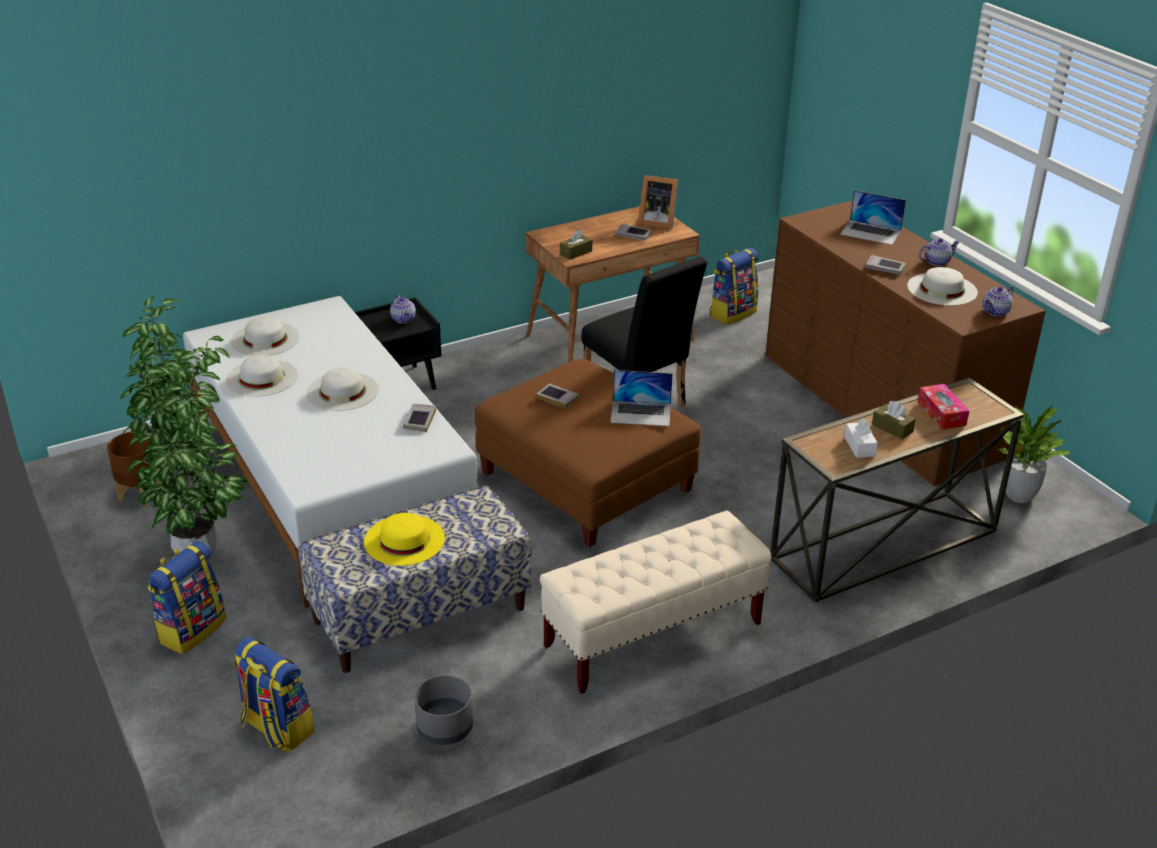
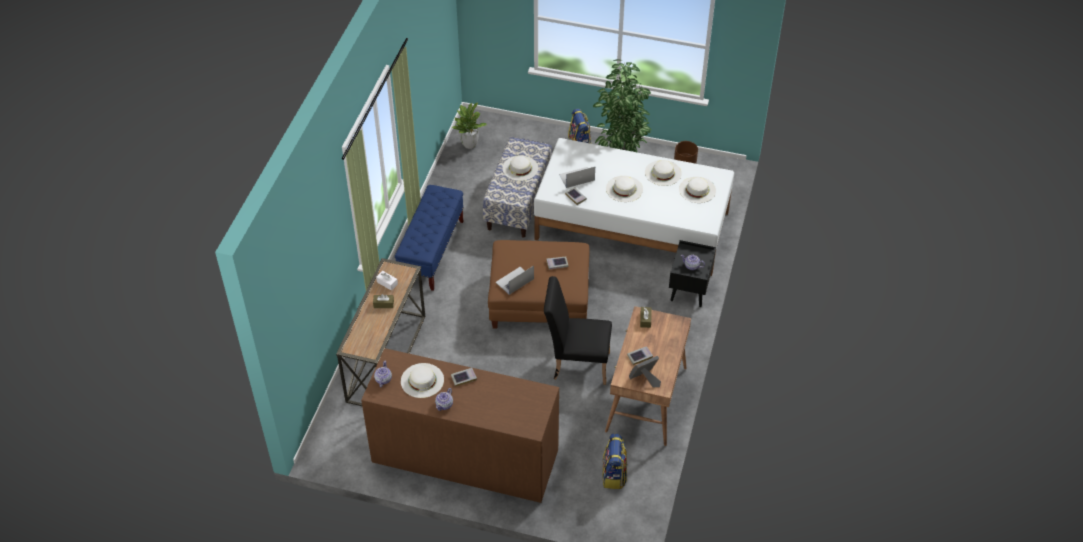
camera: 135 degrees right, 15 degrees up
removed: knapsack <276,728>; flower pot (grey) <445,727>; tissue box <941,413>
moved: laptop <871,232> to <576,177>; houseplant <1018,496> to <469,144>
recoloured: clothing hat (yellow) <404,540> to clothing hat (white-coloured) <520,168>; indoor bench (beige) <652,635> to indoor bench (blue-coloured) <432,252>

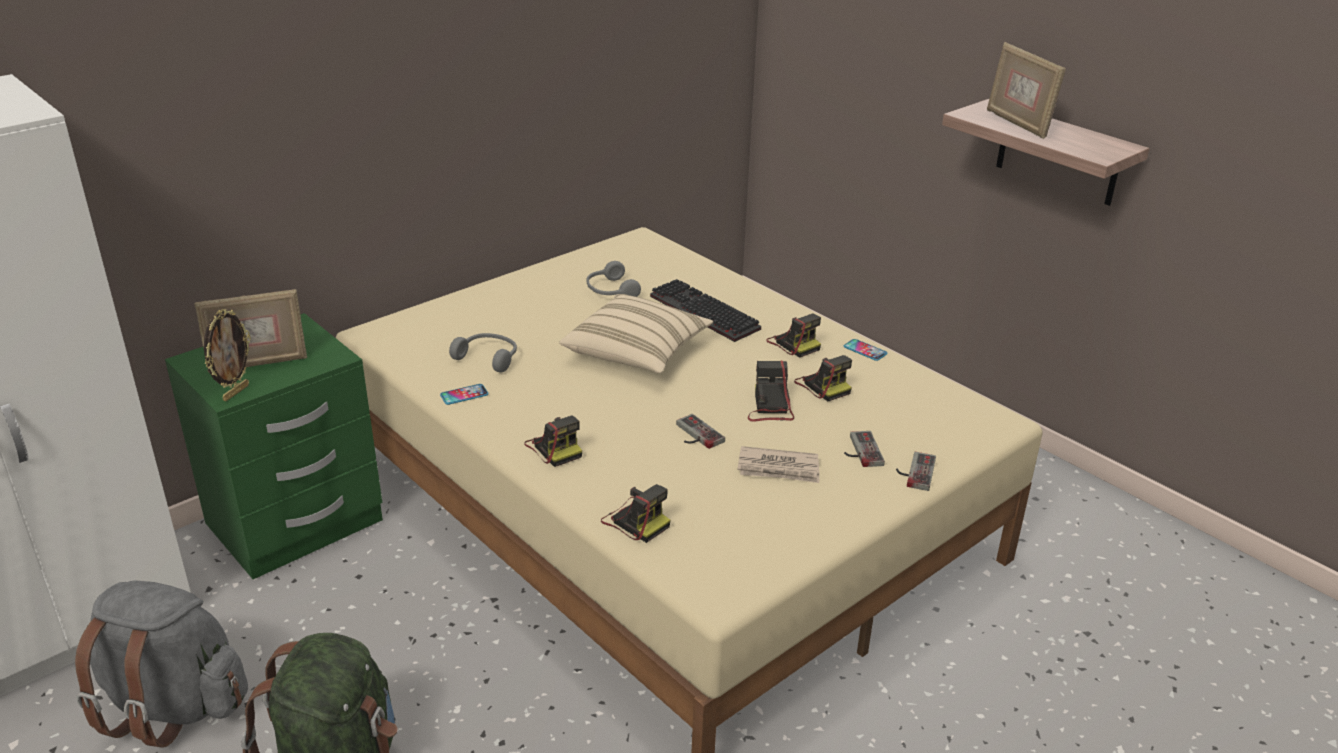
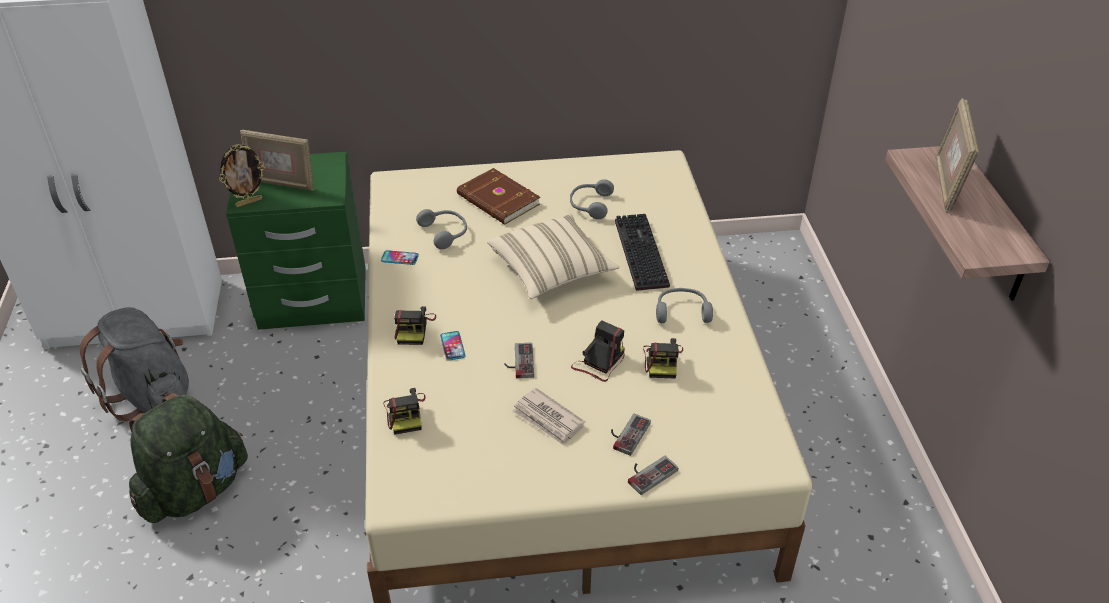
camera: 35 degrees right, 10 degrees up
added: book (brown-coloured) <497,200>
moved: handset <865,350> to <452,346>
replaced: photo camera <793,343> to headset (grey) <682,311>

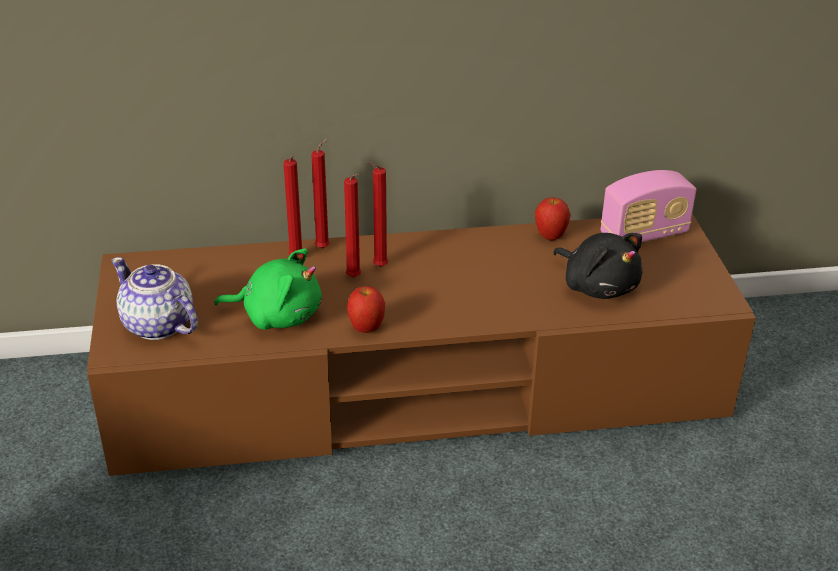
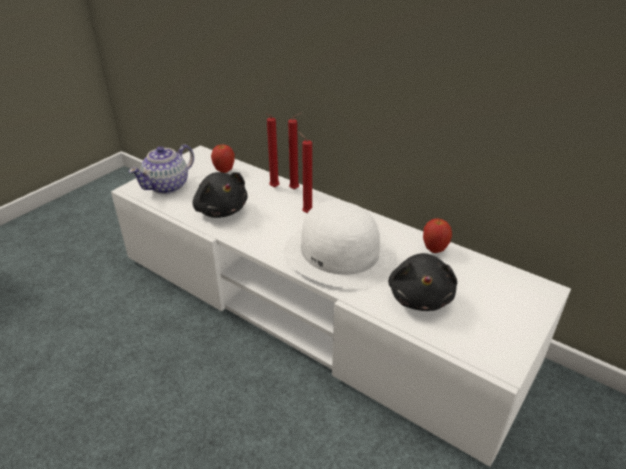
camera: 45 degrees right, 0 degrees up
removed: candle (red) <355,278>; radio <644,234>
added: clothing hat (white-coloured) <340,253>
moved: apple fruit <366,329> to <224,171>
recoloured: tv unit (brown-coloured) <417,389> to tv unit (white-coloured) <313,307>; plush toy (greenish) <278,315> to plush toy (blackish) <221,210>
turned: pot for tea <158,325> = <168,186> 135 degrees counterclockwise

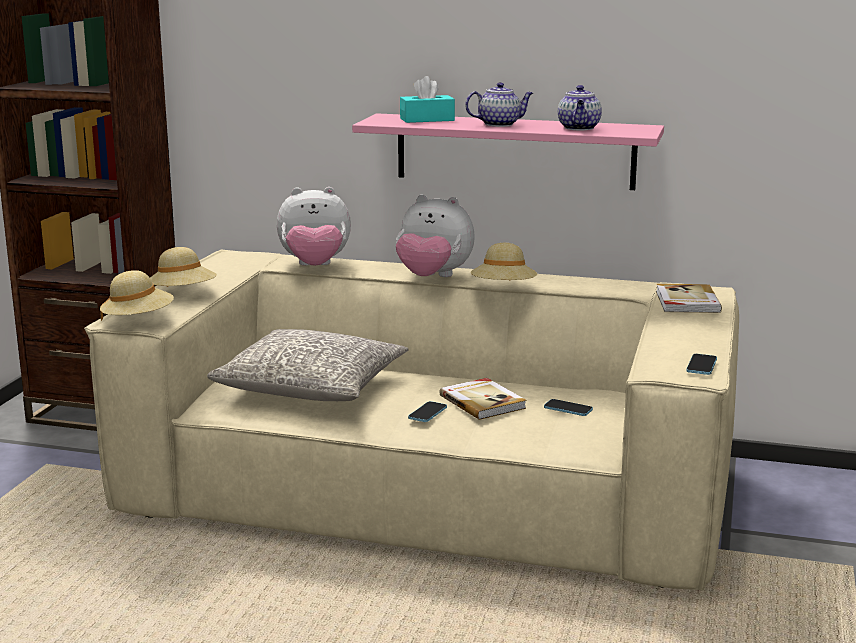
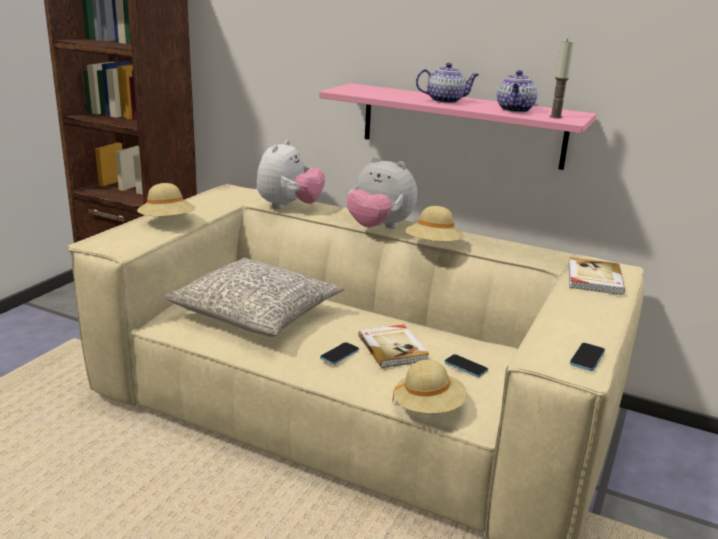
camera: 10 degrees right, 5 degrees up
removed: tissue box (turquoise) <427,119>
added: candle <555,117>
moved: clothing hat (beige) <138,320> to <428,408>
turned: plush toy <315,266> = <289,207> 75 degrees counterclockwise

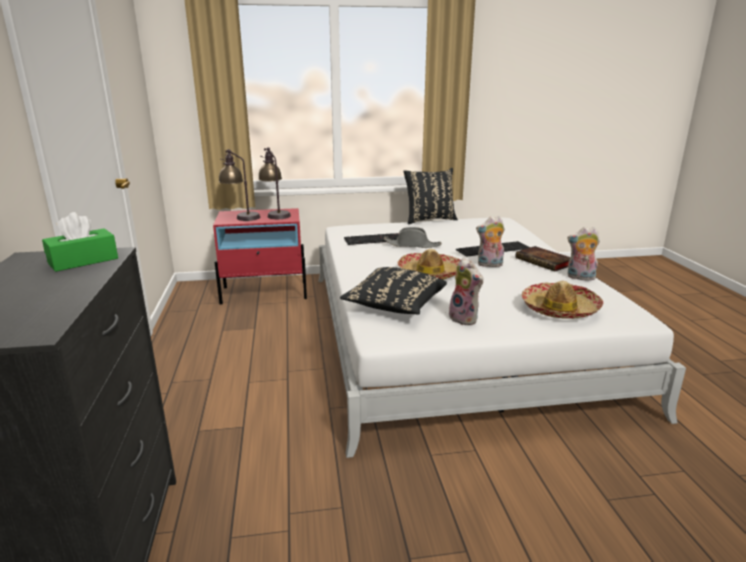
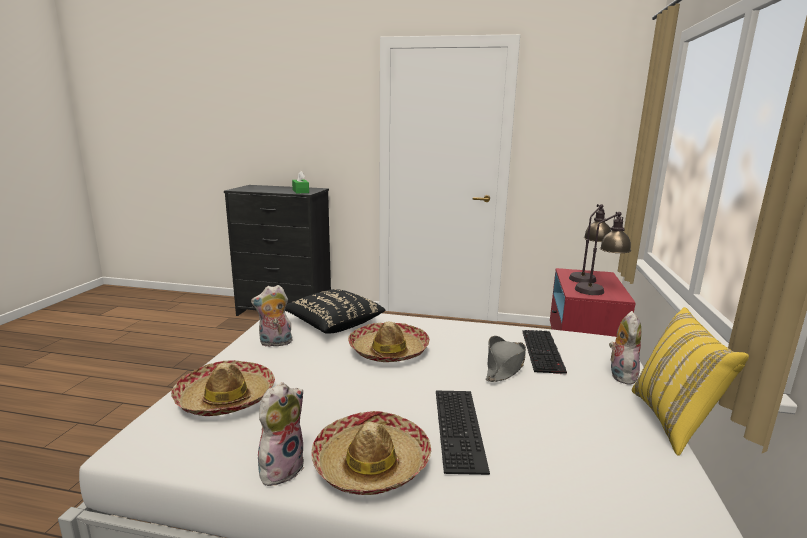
camera: 110 degrees right, 5 degrees down
moved: plush toy <489,265> to <620,375>
replaced: book <545,262> to clothing hat <371,463>
recoloured: pillow (blackish) <429,219> to pillow (yellow) <673,421>

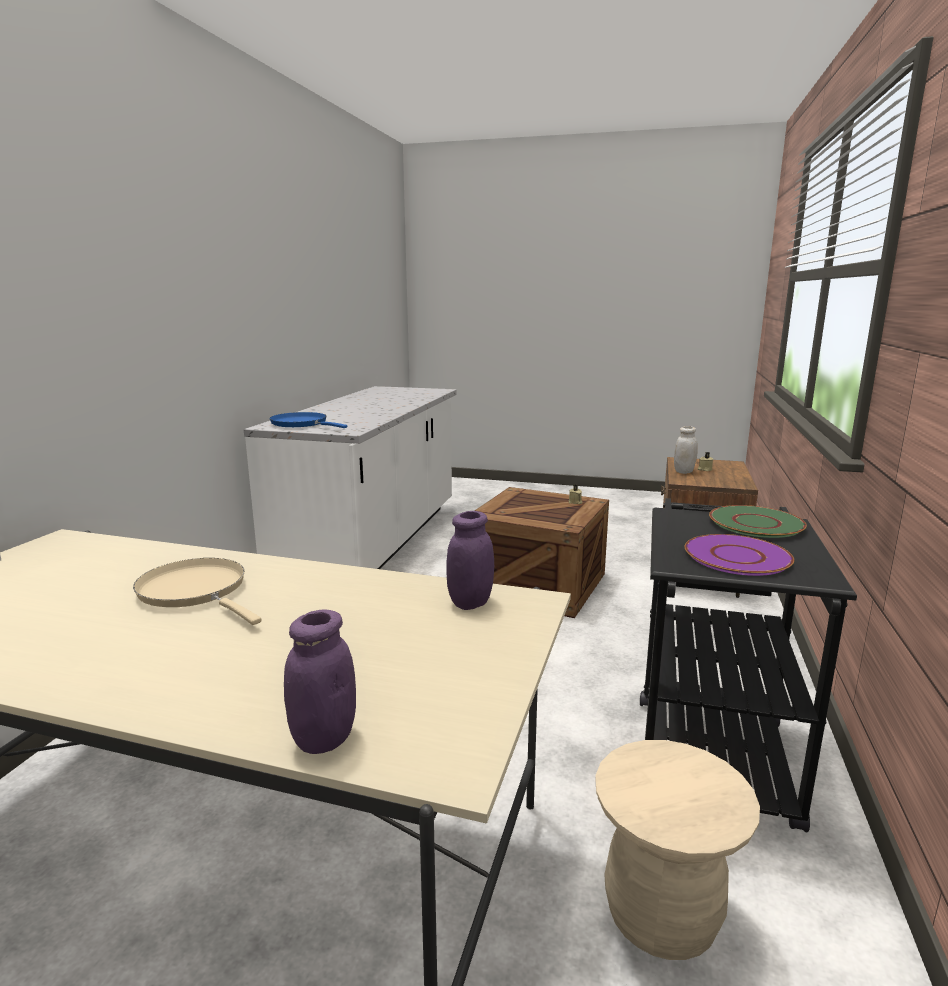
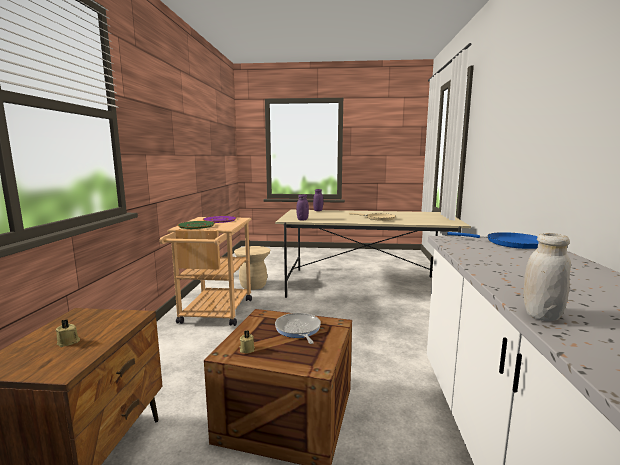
camera: 170 degrees right, 5 degrees down
added: pan <298,330>
moved: storage jar (white-coloured) <684,472> to <541,315>
recoloured: trolley (blackish) <710,746> to trolley (beige) <214,314>

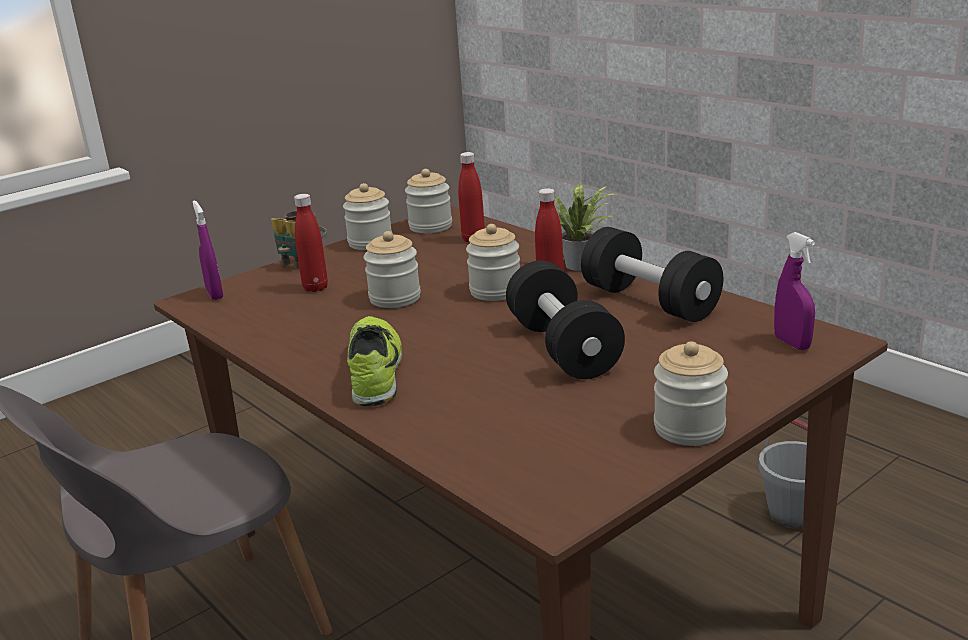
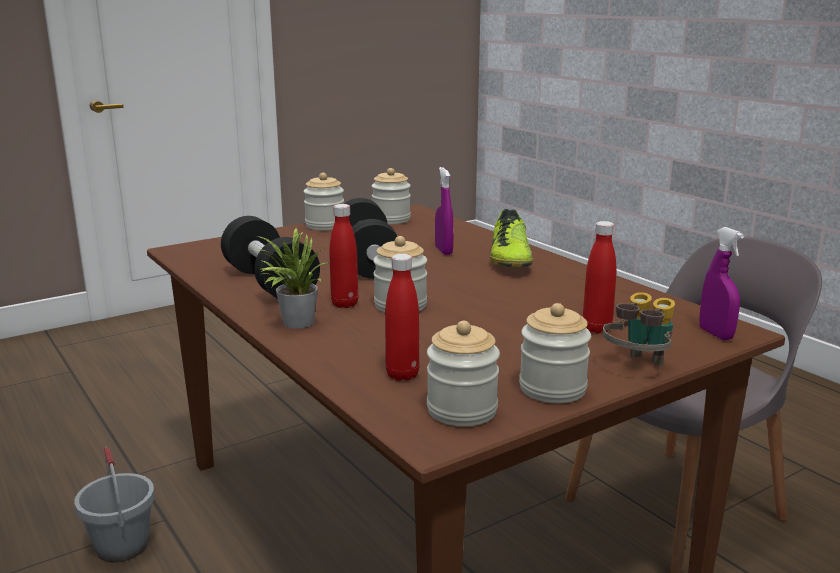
camera: 175 degrees left, 5 degrees down
moved: storage jar <395,298> to <391,219>; spray bottle (purple) <792,343> to <443,251>

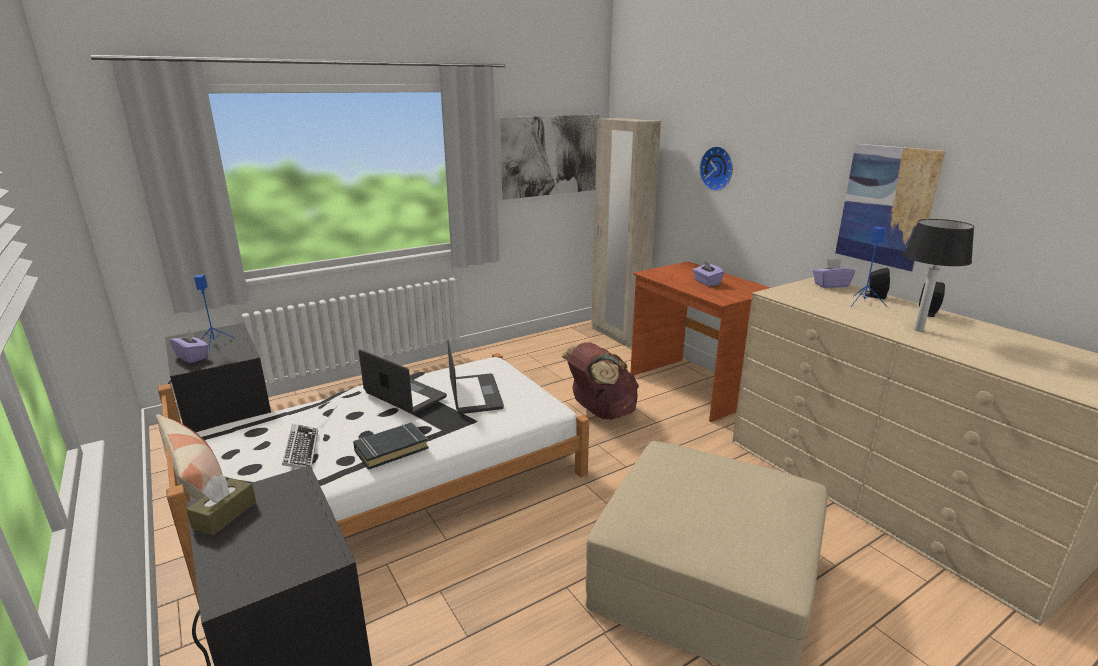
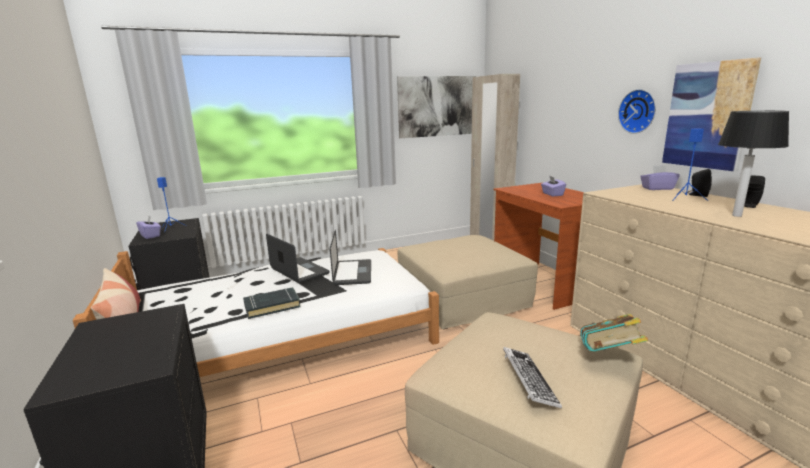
camera: 10 degrees right, 5 degrees down
removed: tissue box (brown-coloured) <224,515>
added: book <609,356>
moved: keyboard <301,450> to <528,380>; wall clock <718,168> to <638,111>
replaced: knapsack (brown-coloured) <600,412> to footrest (beige) <462,298>

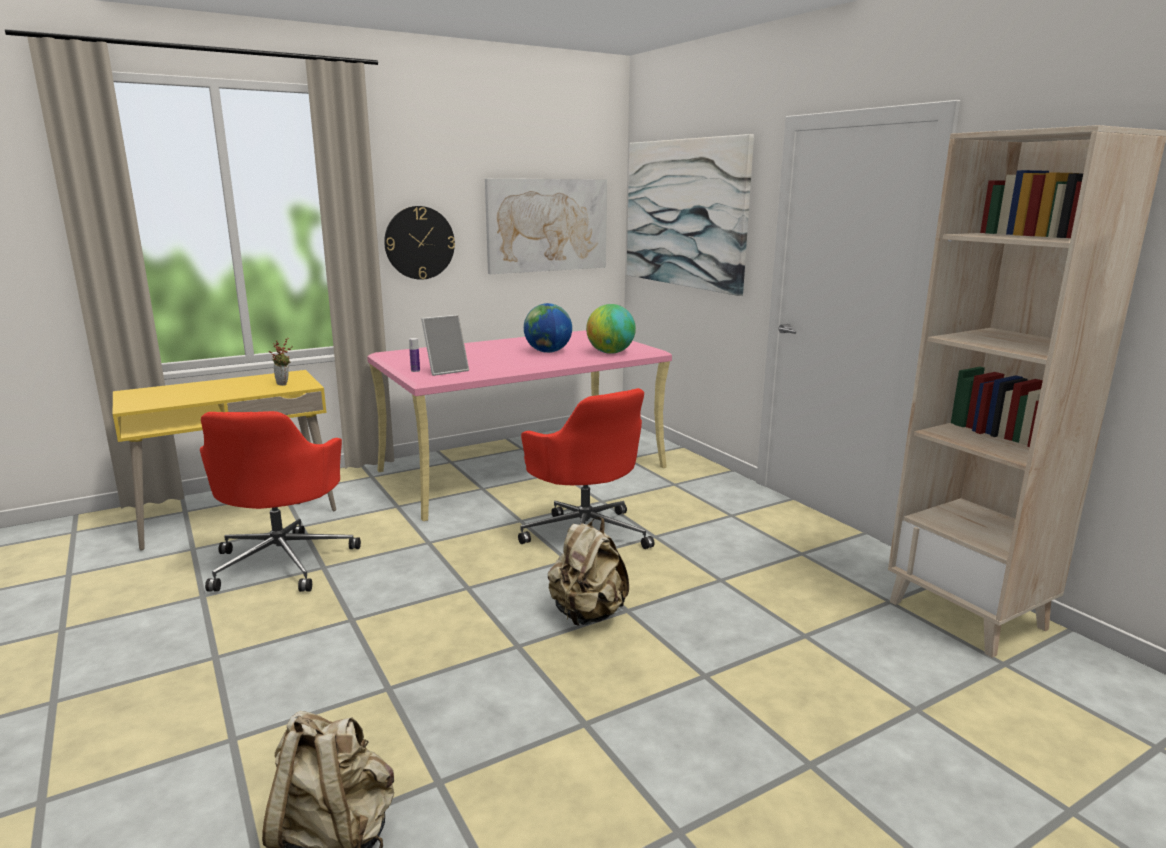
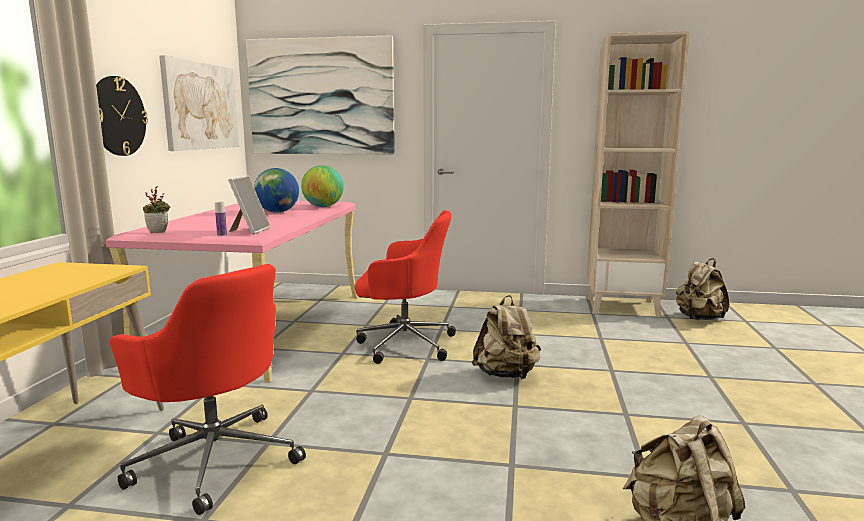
camera: 50 degrees left, 5 degrees down
added: knapsack (beige) <699,319>
moved: houseplant <284,384> to <159,232>

